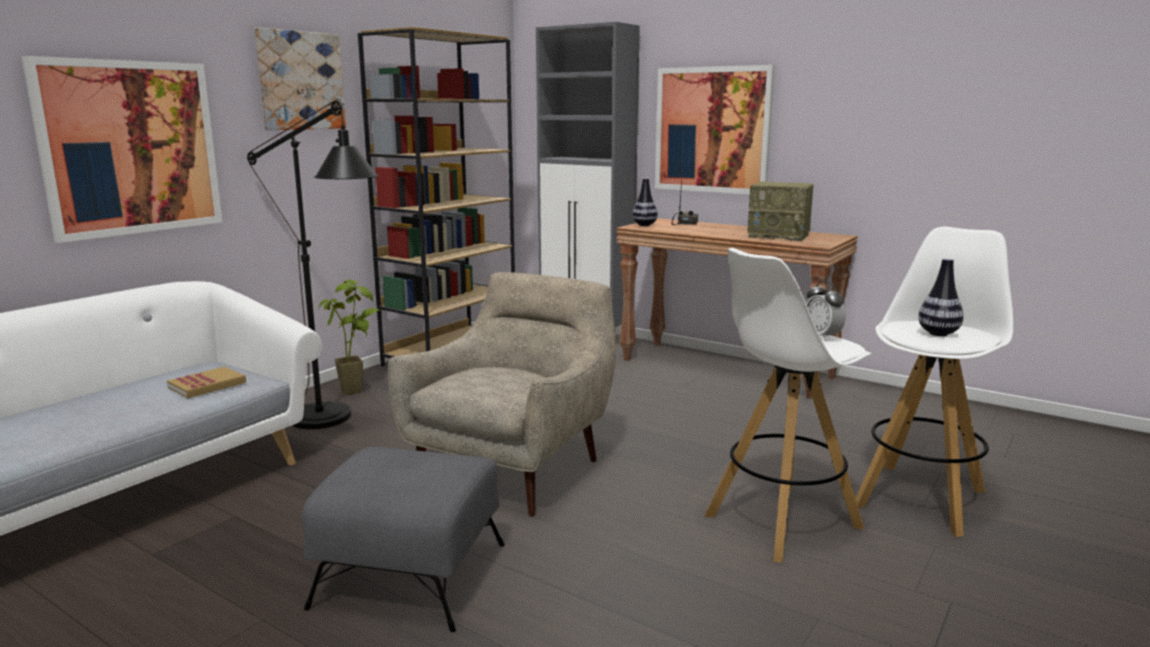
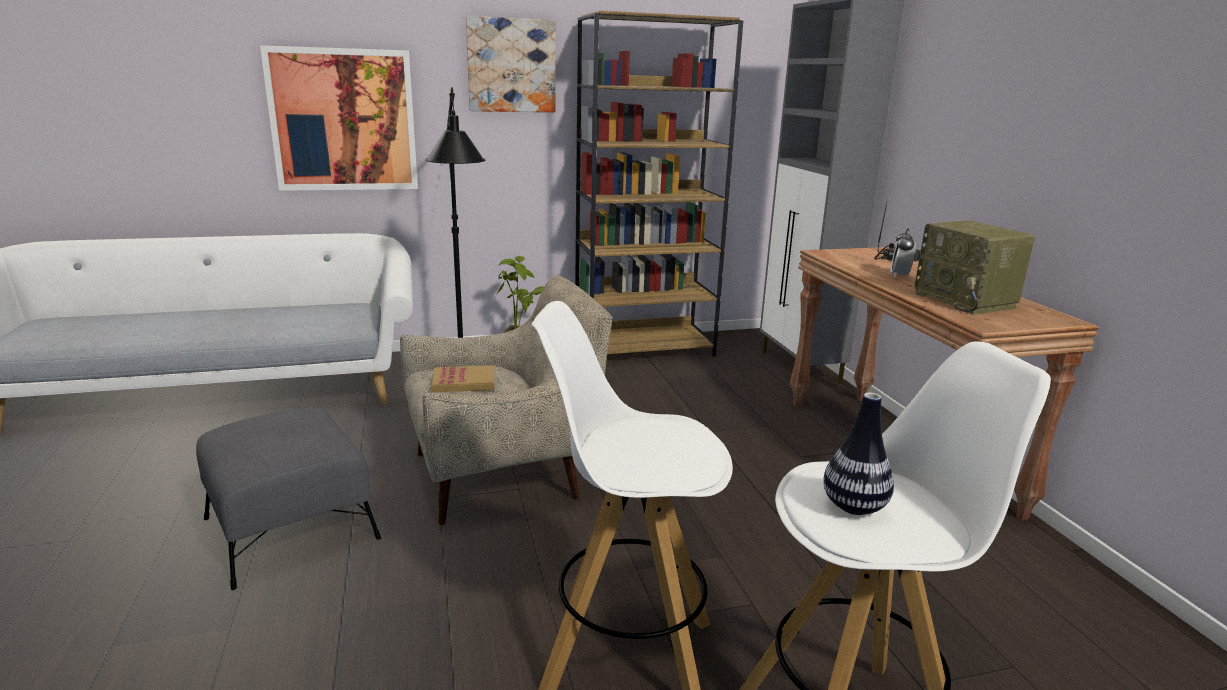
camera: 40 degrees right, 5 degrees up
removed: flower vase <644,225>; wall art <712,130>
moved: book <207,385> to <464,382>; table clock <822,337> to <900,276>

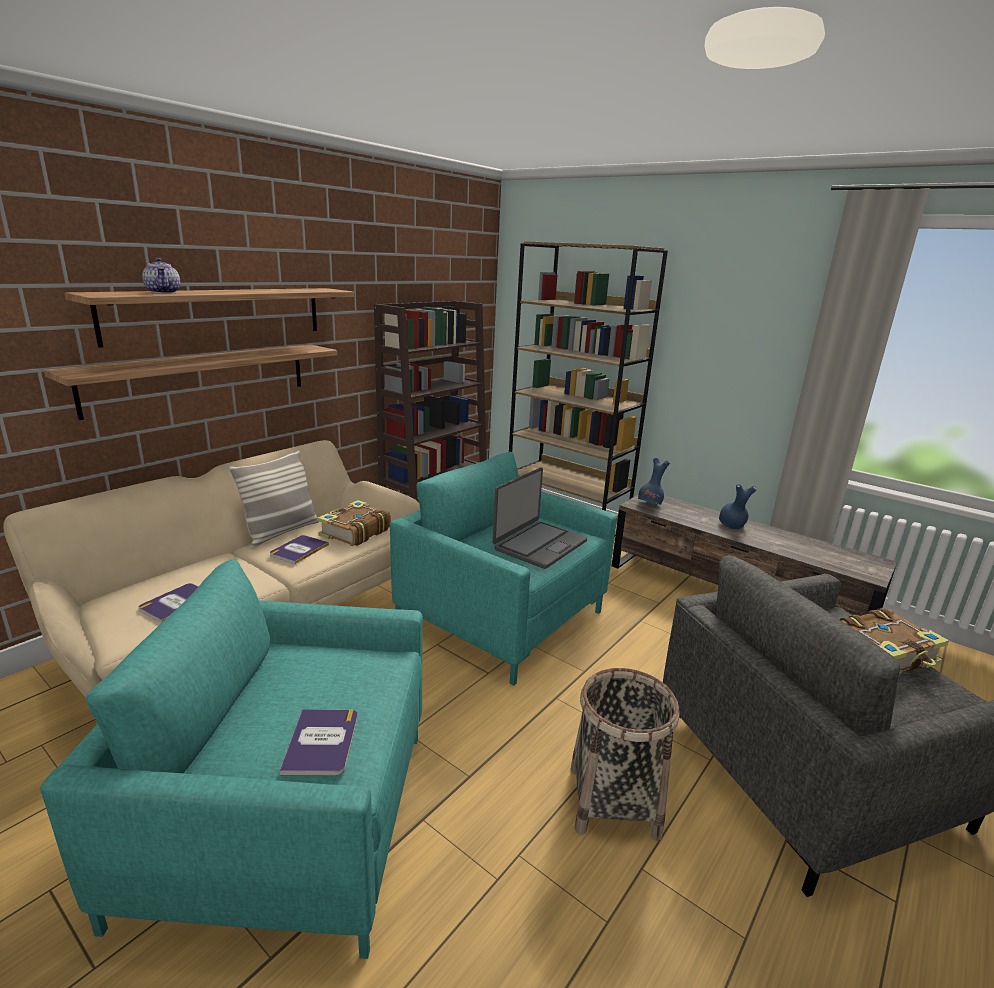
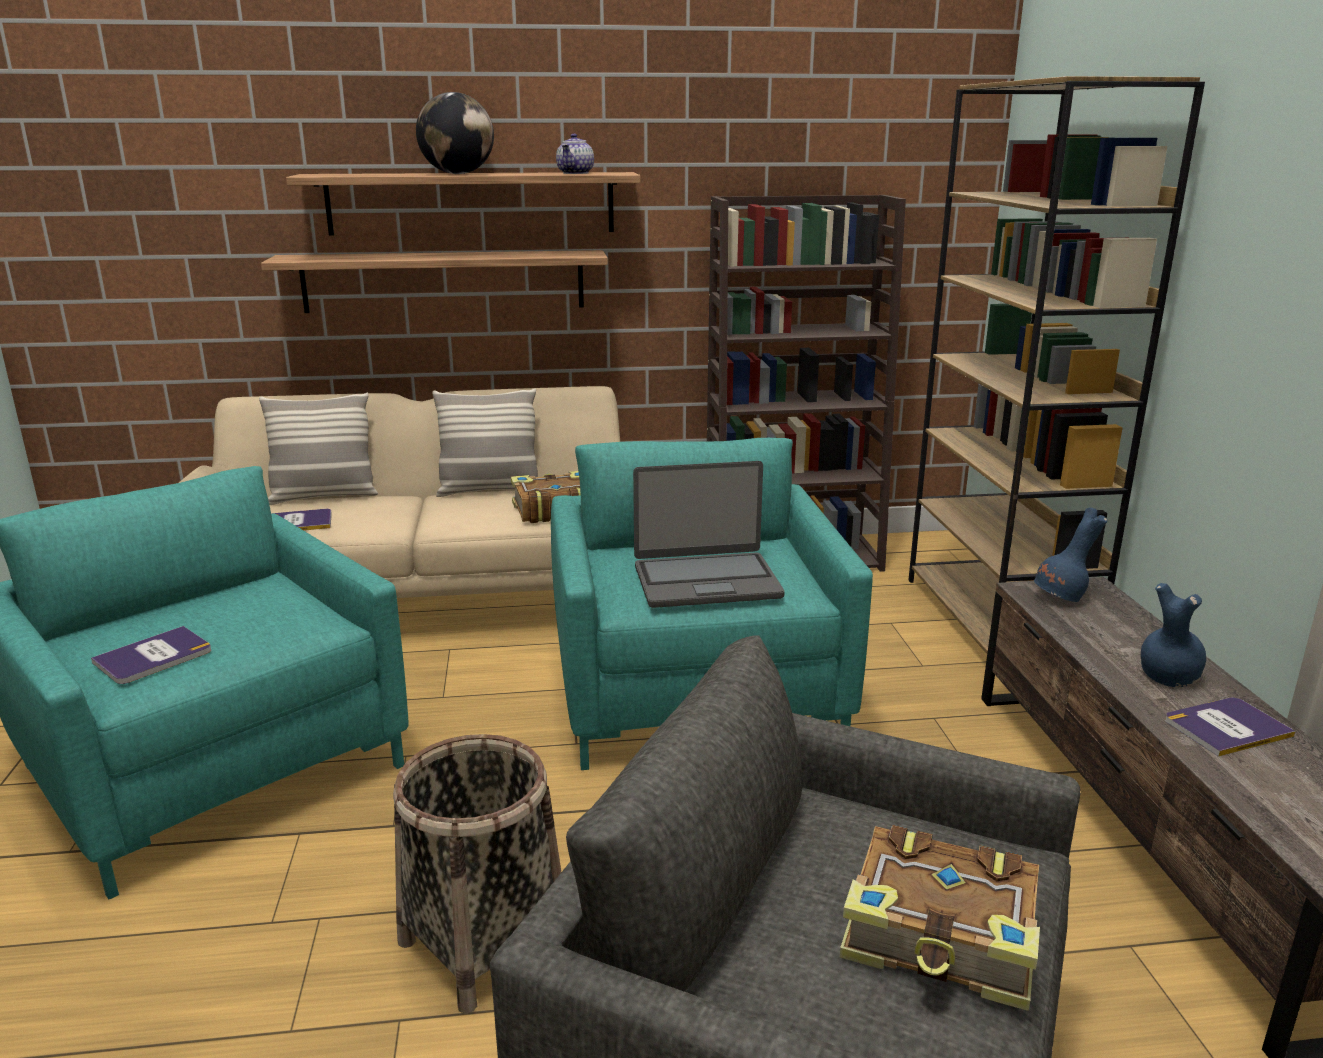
camera: 45 degrees right, 0 degrees up
added: pillow <324,496>; desk globe <458,174>
moved: pot for tea <164,292> to <576,173>; book <299,550> to <1226,727>

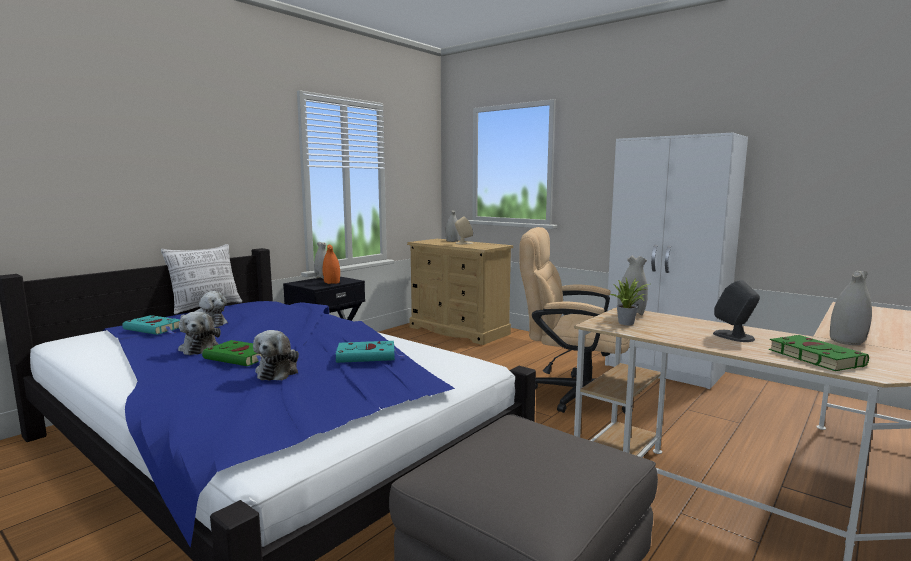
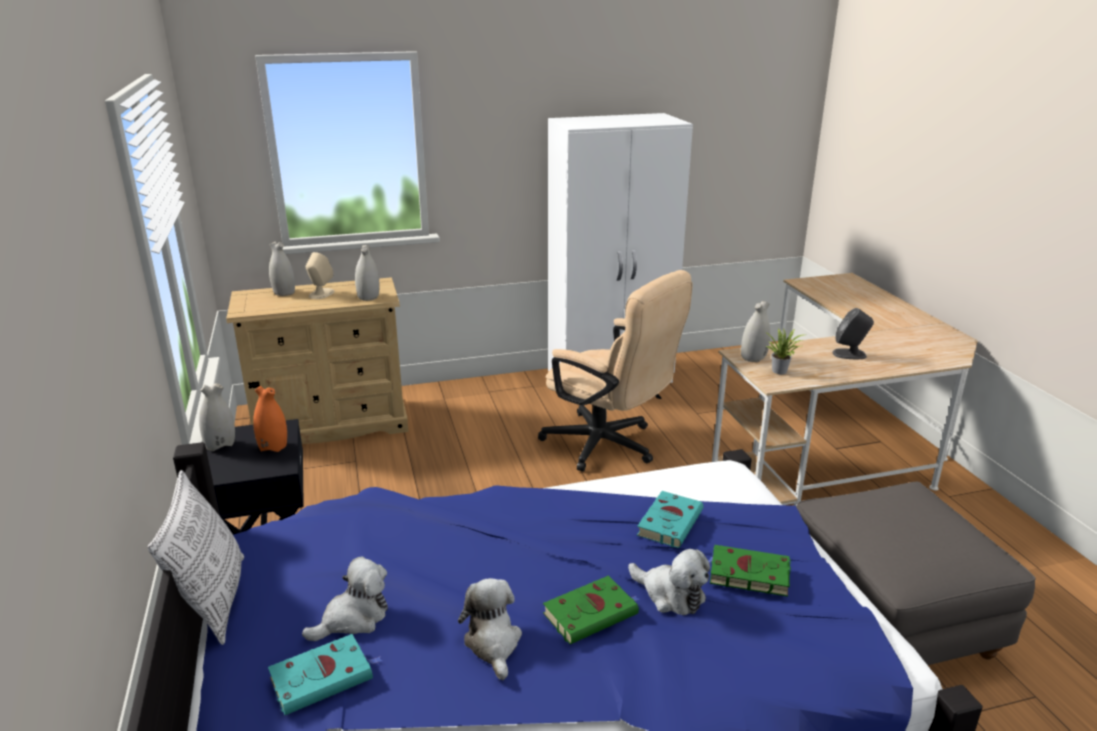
camera: 55 degrees left, 15 degrees up
moved: book (greenish) <812,357> to <746,574>; flower vase (white-coloured) <847,341> to <368,296>
turned: plush toy <200,348> = <493,643> 120 degrees counterclockwise; office chair (beige) <572,394> = <609,447> 105 degrees counterclockwise

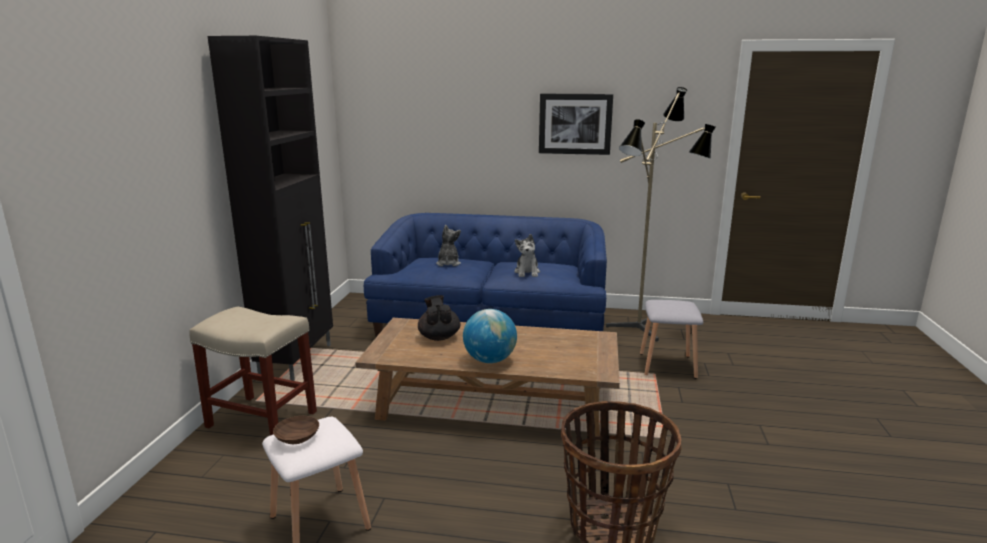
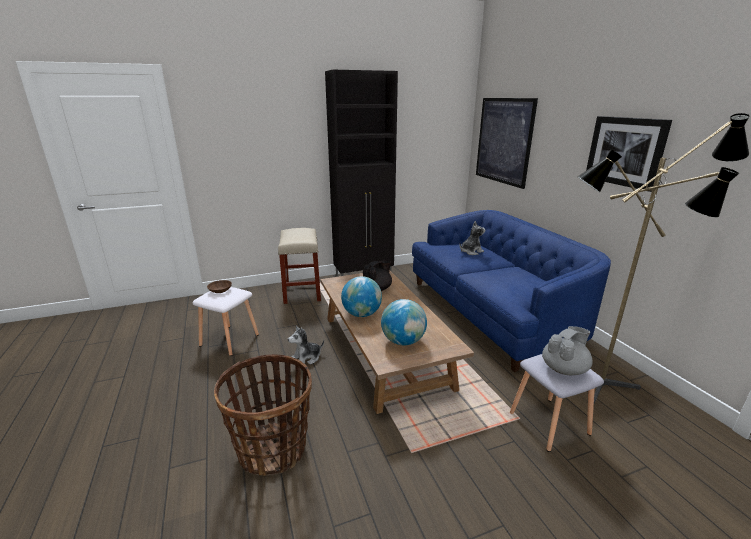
camera: 60 degrees right, 5 degrees up
added: desk globe <403,341>; wall art <503,141>; pot for tea (grey) <564,369>
moved: plush toy <527,272> to <306,358>

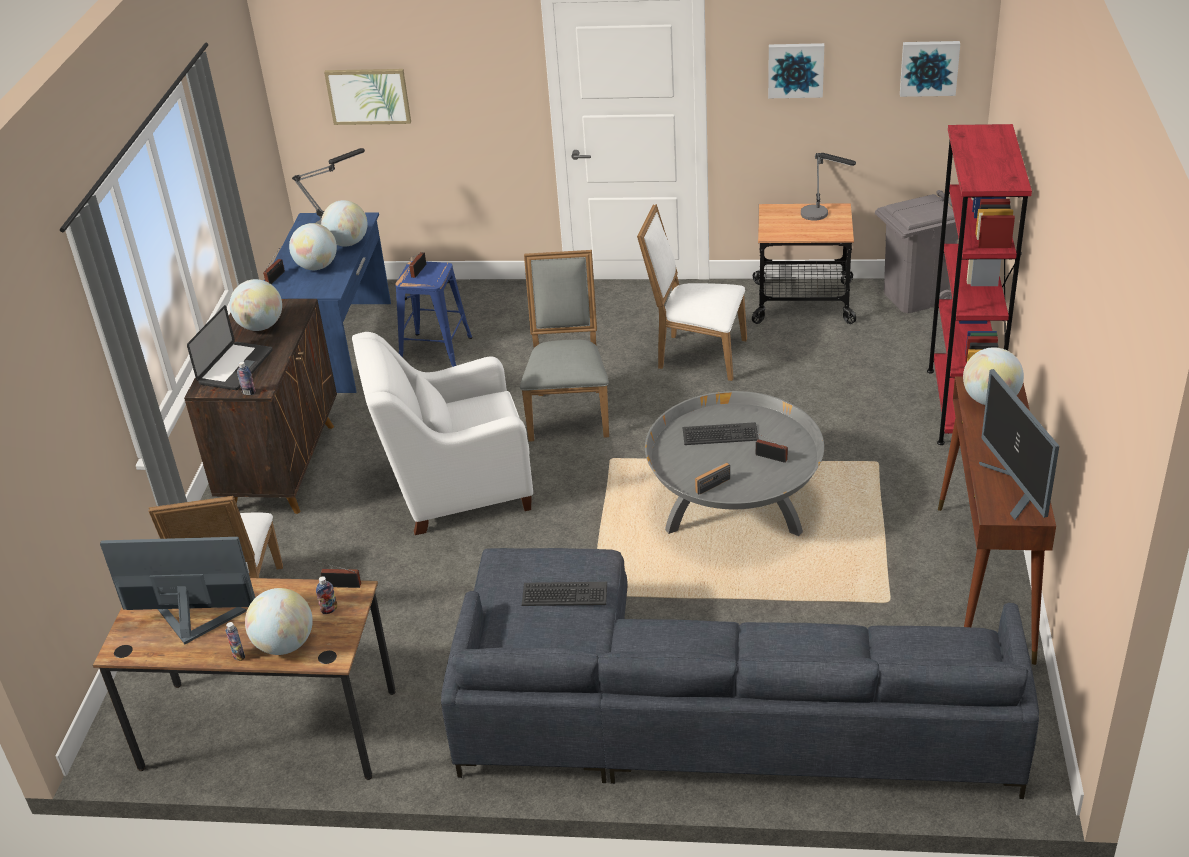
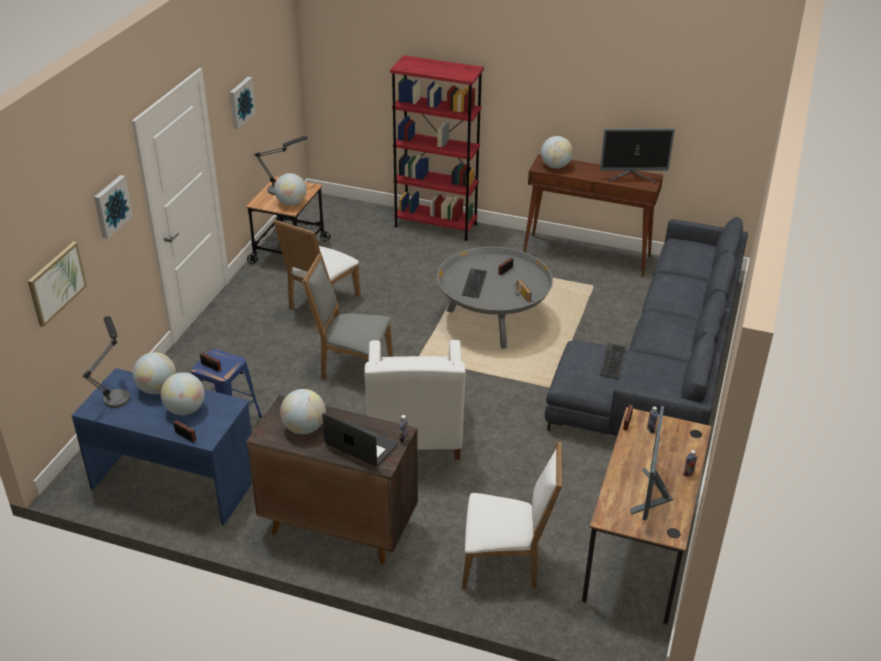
camera: 80 degrees left, 0 degrees up
removed: rubbish bin (grey) <915,297>
moved: desk globe <285,645> to <291,203>; wall art <929,67> to <111,206>

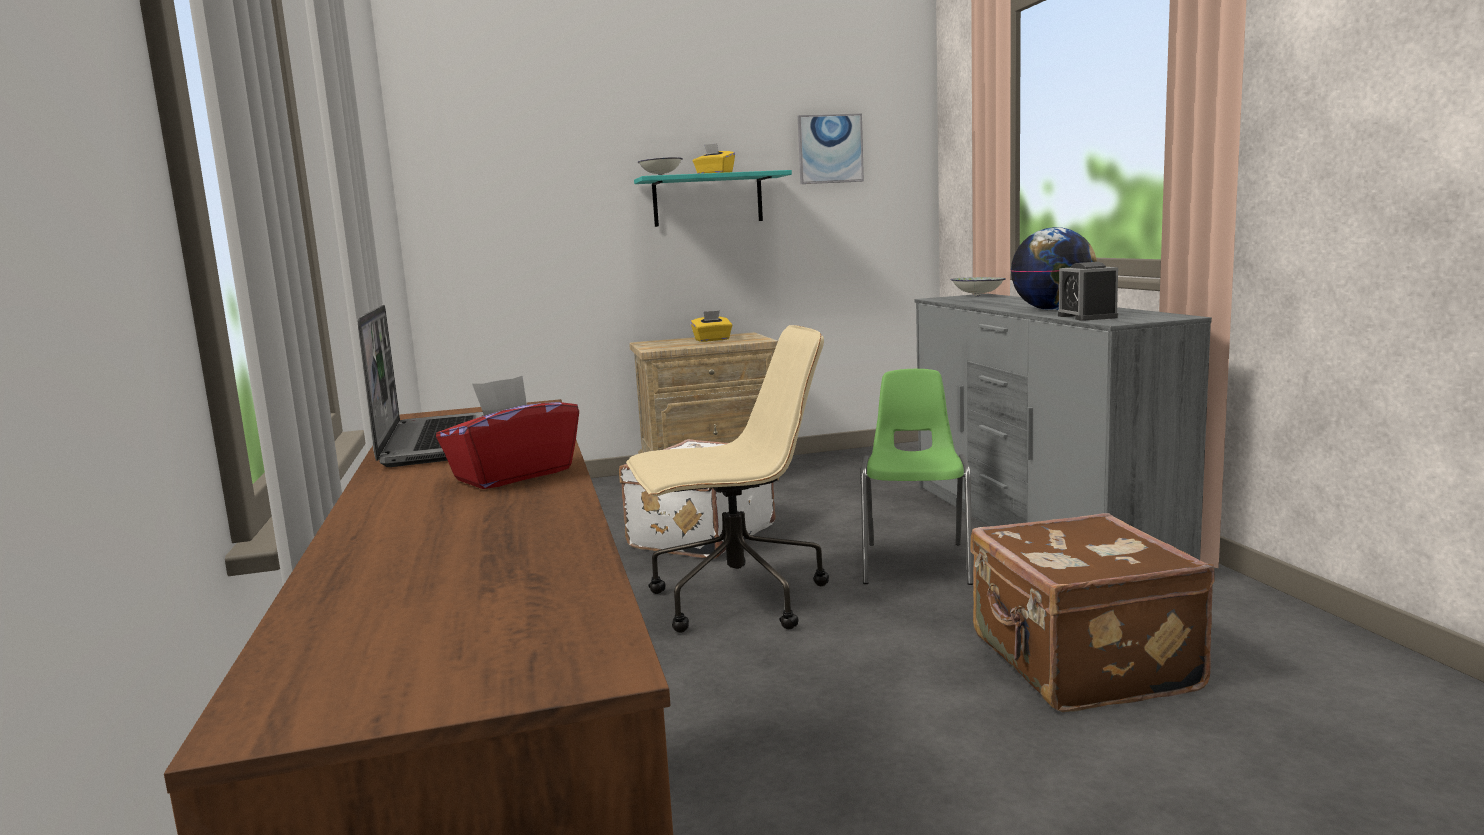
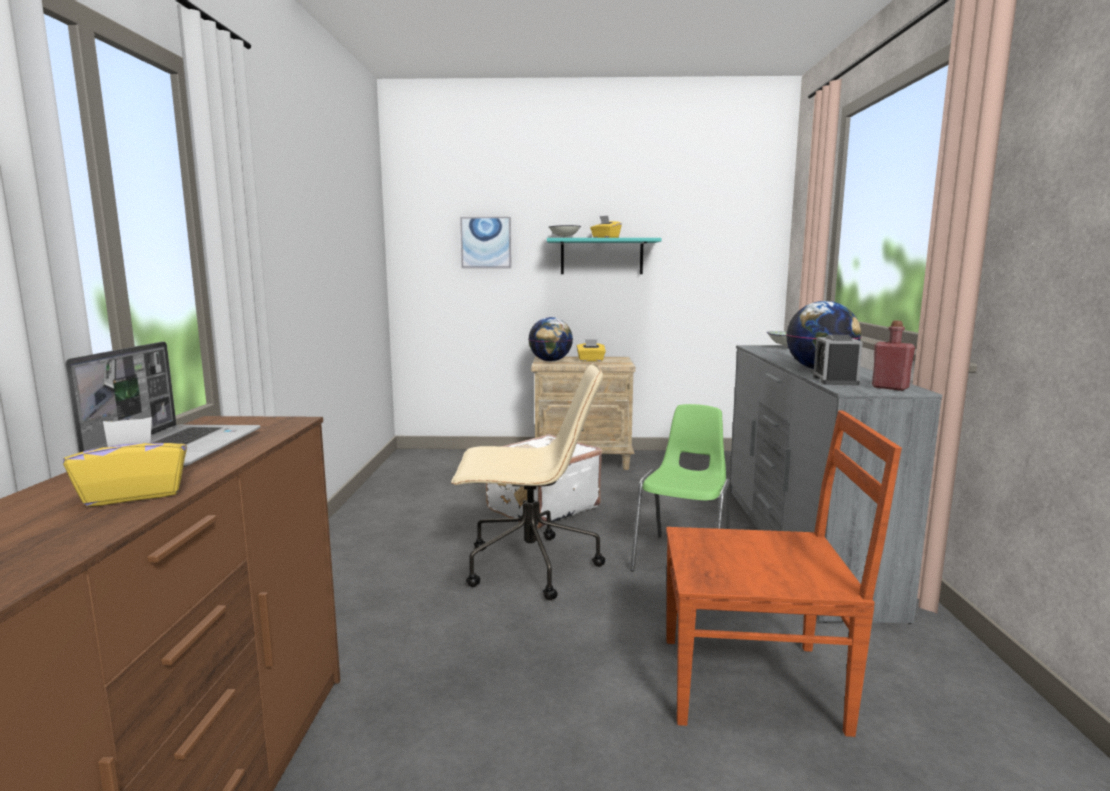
camera: 15 degrees right, 0 degrees up
added: desk globe <550,361>; beverage bottle (red) <890,388>
moved: wall art <830,149> to <486,242>
replaced: travel case (brown-coloured) <1079,664> to upright chair (brown-coloured) <756,684>
recoloured: tissue box (red) <513,475> to tissue box (yellow) <135,494>

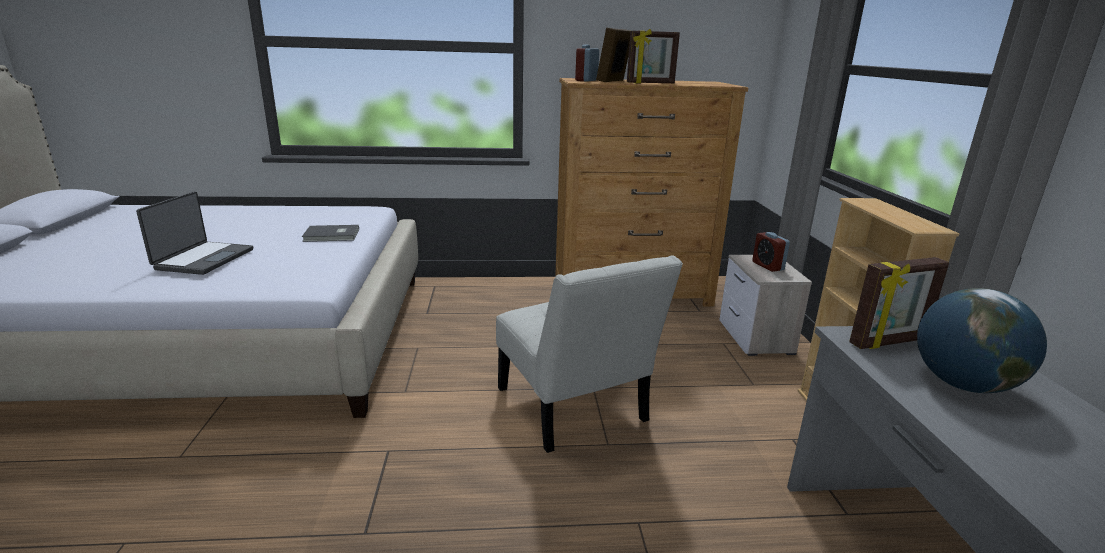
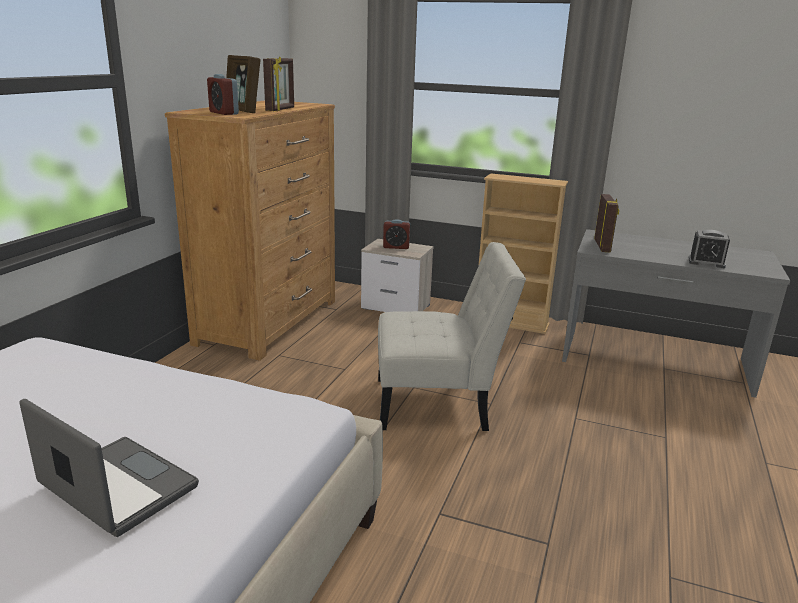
camera: 65 degrees left, 0 degrees up
removed: book (grey) <332,235>; desk globe <963,385>
added: table clock <706,262>

